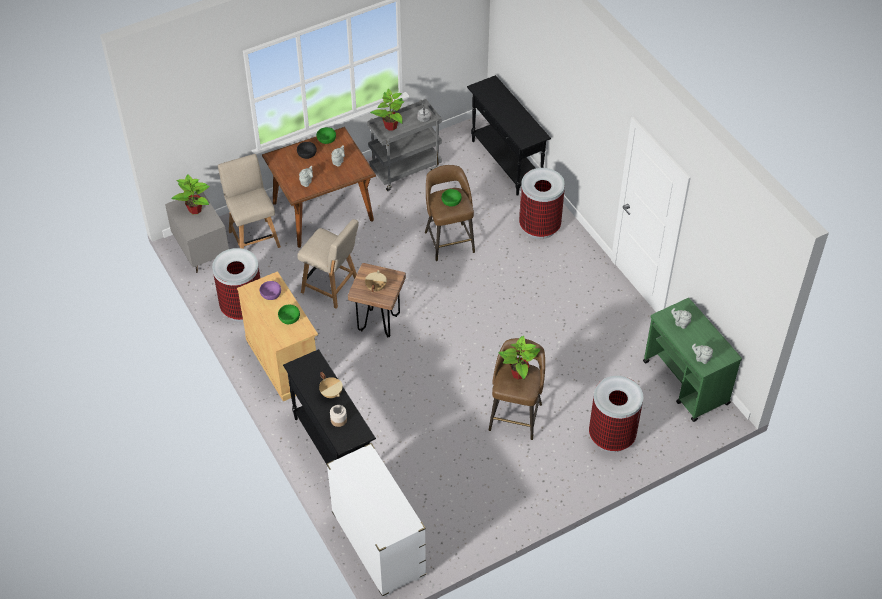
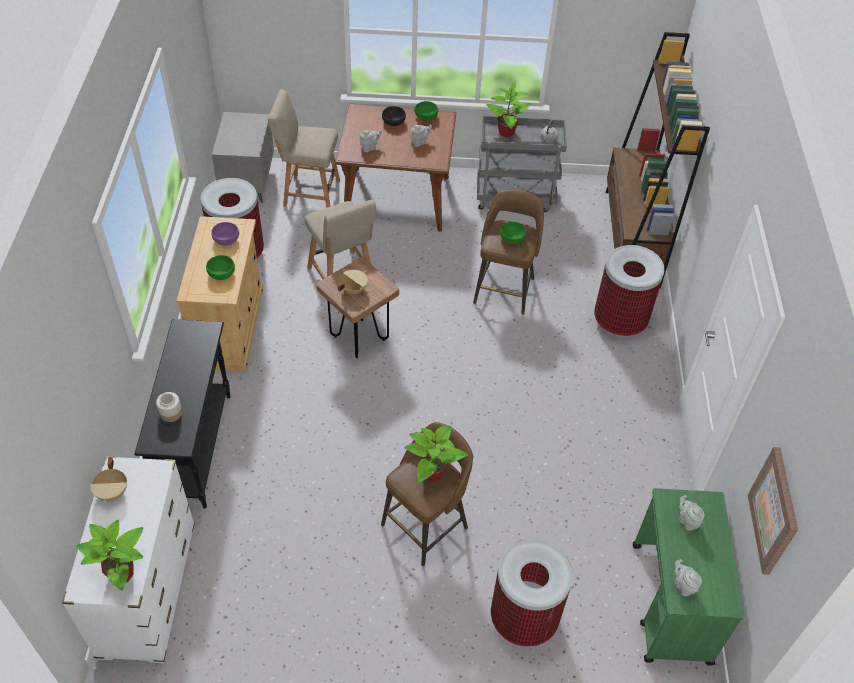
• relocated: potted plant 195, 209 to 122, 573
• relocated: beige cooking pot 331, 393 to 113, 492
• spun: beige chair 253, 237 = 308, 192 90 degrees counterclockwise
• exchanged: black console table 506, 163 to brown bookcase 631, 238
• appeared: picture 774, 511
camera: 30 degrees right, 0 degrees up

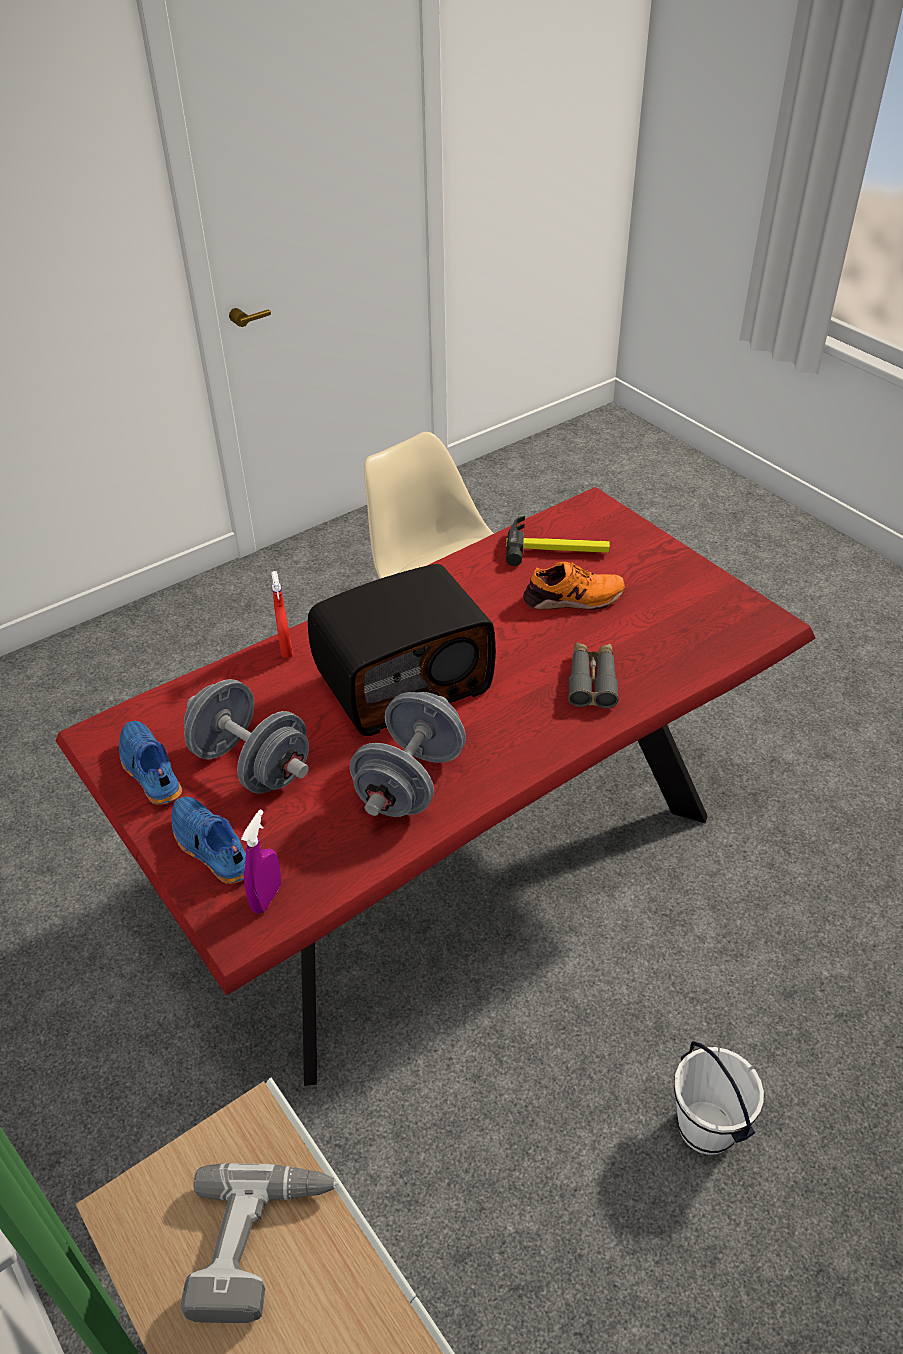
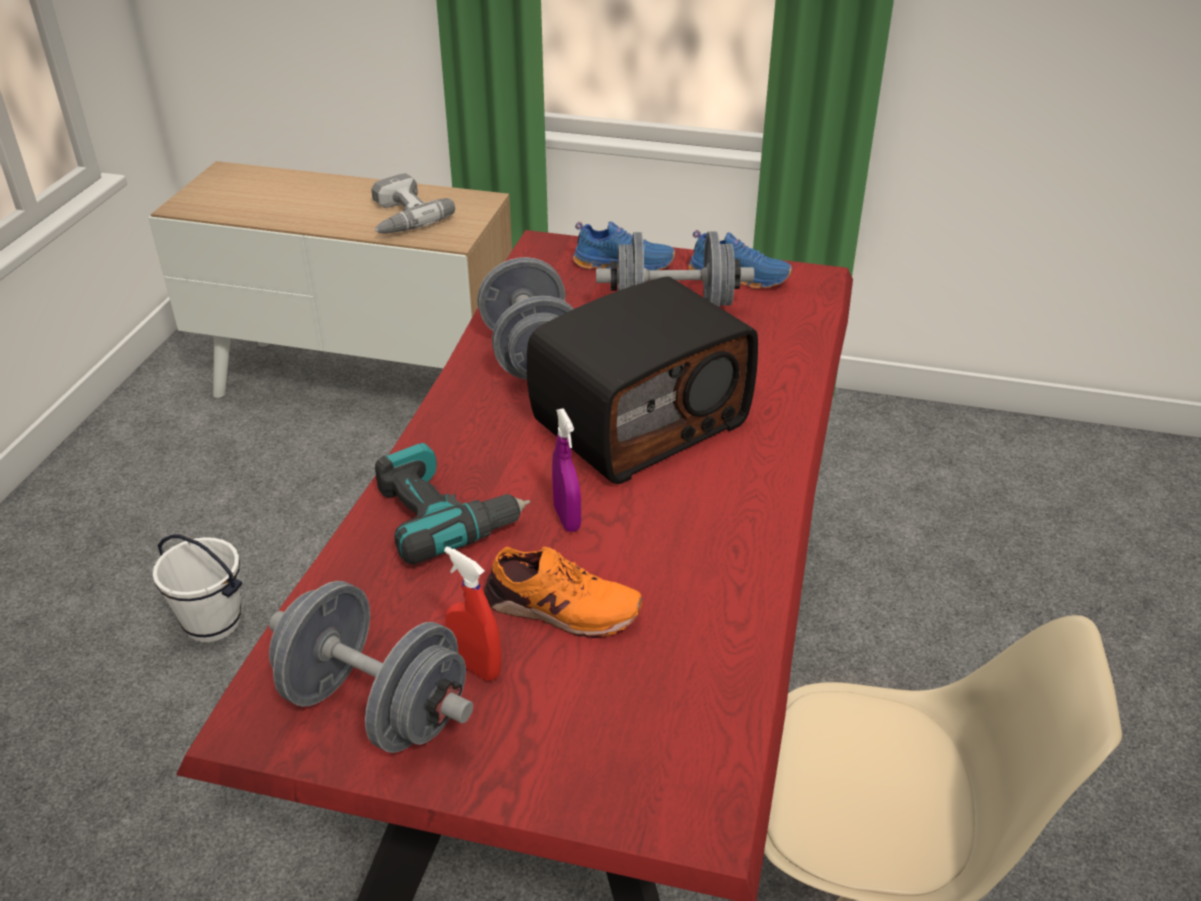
• appeared: grey dumbbell 375, 707
• exchanged: grey binoculars 592, 681 to power drill 444, 516
• relocated: red spray bottle 286, 648 to 475, 666
• spun: orange shoe 573, 599 = 561, 609 120 degrees counterclockwise
• spun: radio 403, 681 = 639, 422 150 degrees counterclockwise
• relocated: purple spray bottle 267, 897 to 567, 518
• missing: hammer 557, 548
camera: 140 degrees right, 5 degrees down

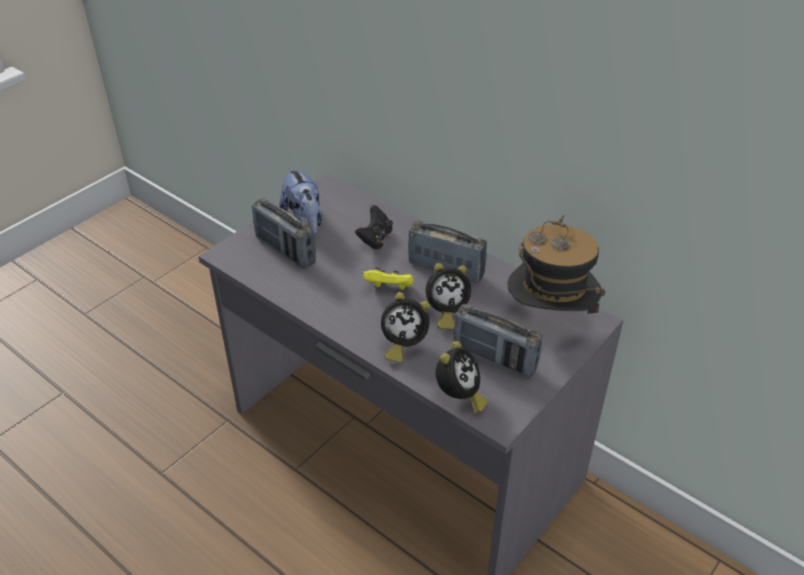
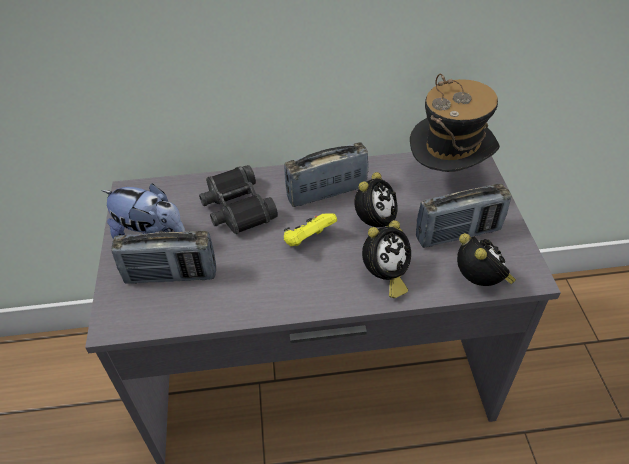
• exchanged: black game controller 375, 239 to black binoculars 237, 208
camera: 45 degrees left, 5 degrees up

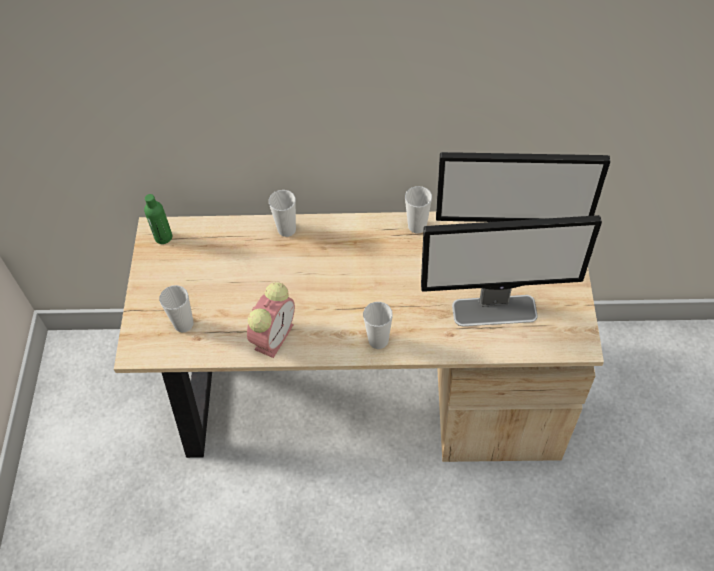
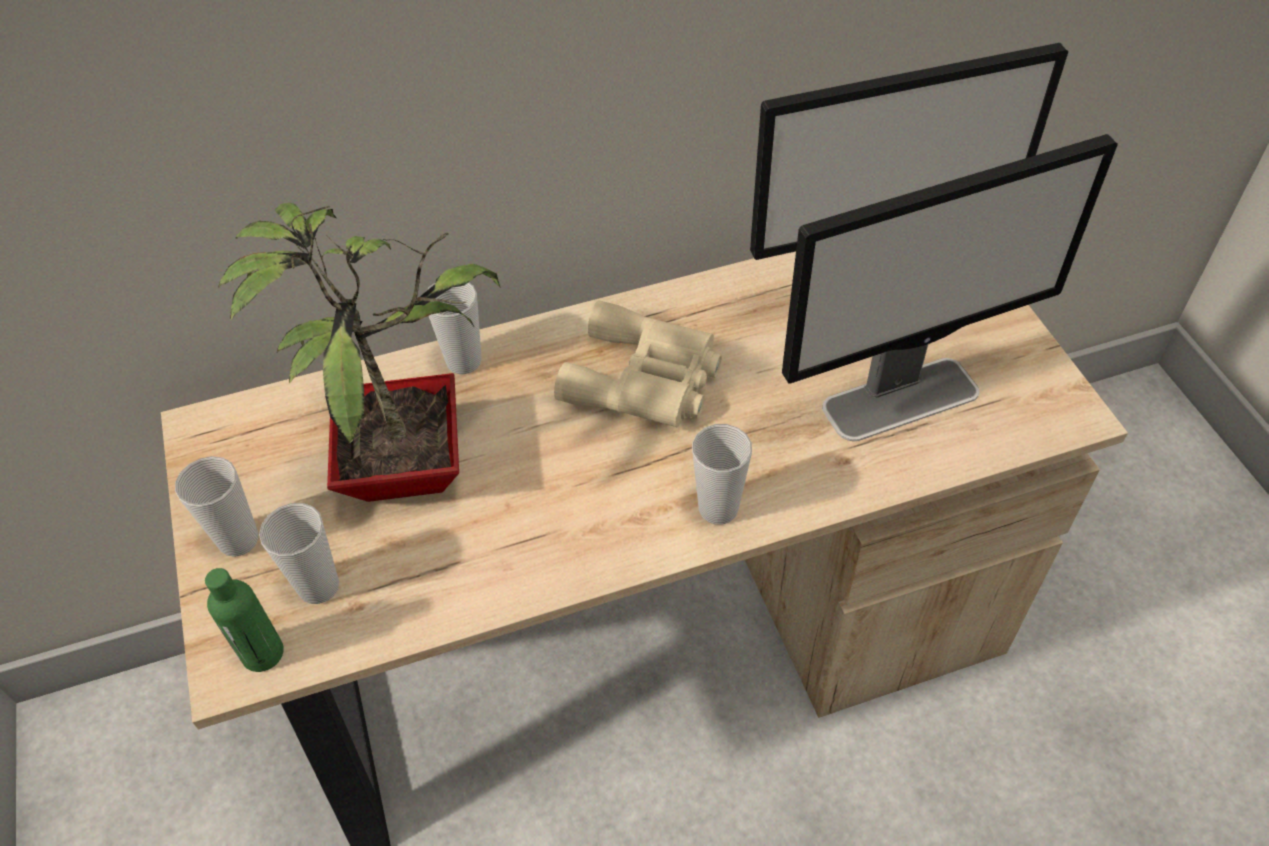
• relocated: cup 417, 226 to 238, 540
• relocated: green bottle 163, 237 to 262, 653
• appeared: potted plant 405, 463
• appeared: beige binoculars 646, 380
• missing: alarm clock 274, 335
camera: 20 degrees left, 5 degrees down

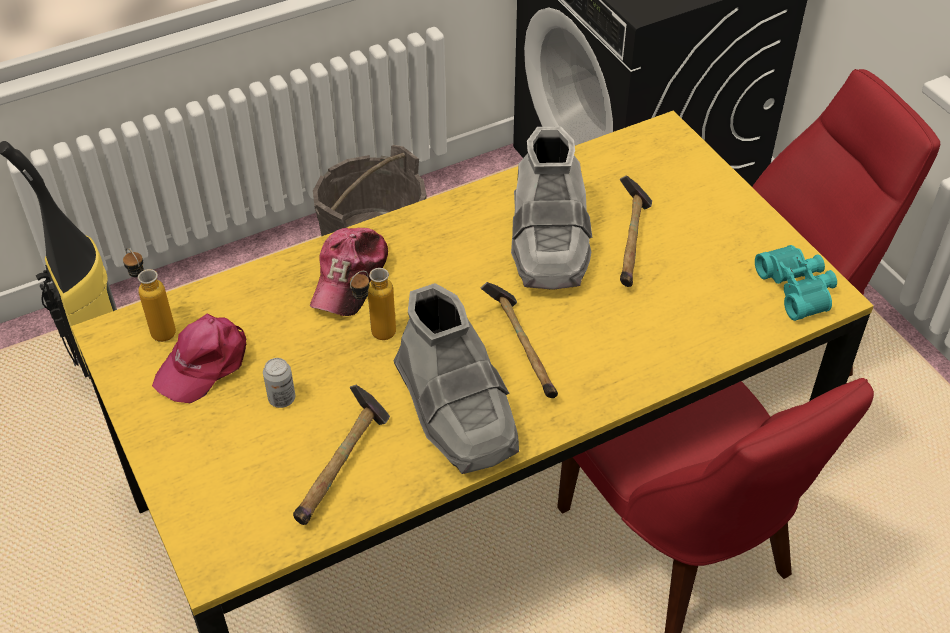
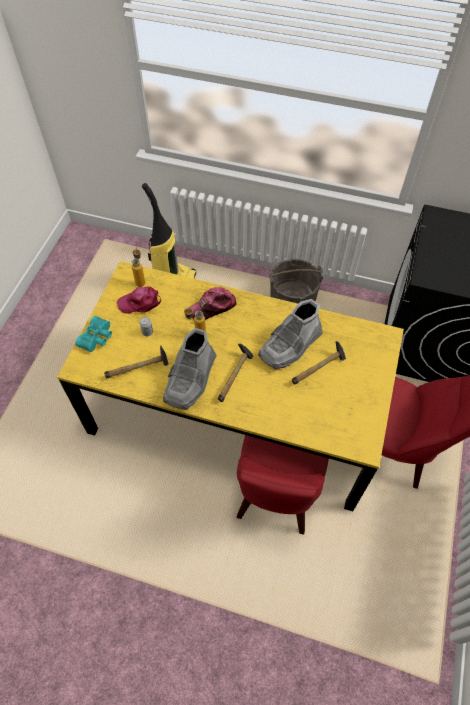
• relocated: turquoise binoculars 798, 289 to 97, 338
camera: 45 degrees right, 10 degrees up

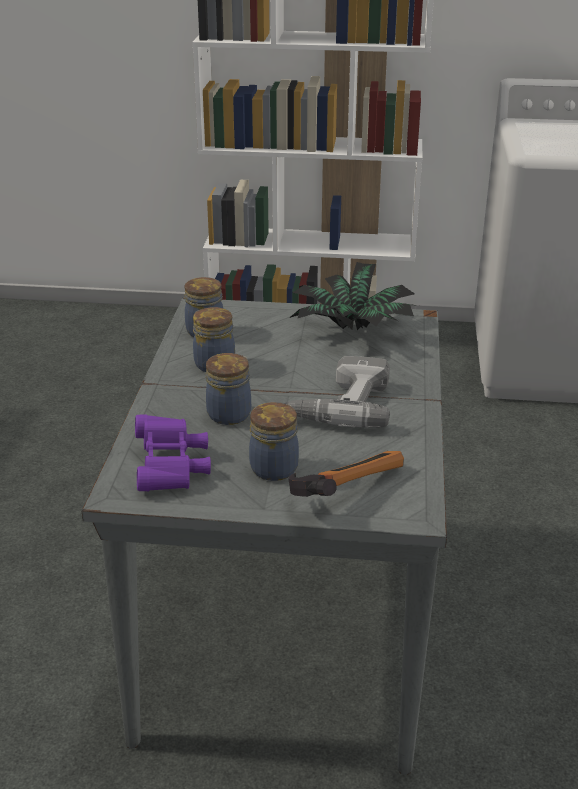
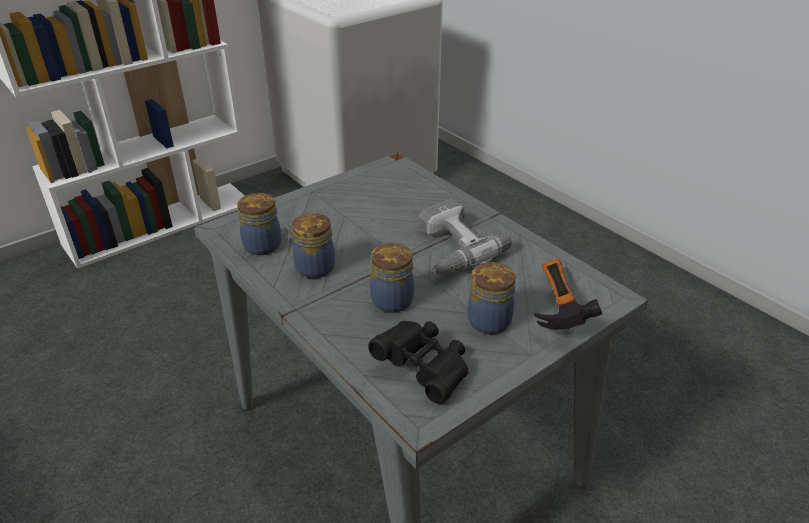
• colour: purple binoculars 171, 468 to black binoculars 424, 369
• missing: potted plant 354, 330
camera: 45 degrees left, 5 degrees up

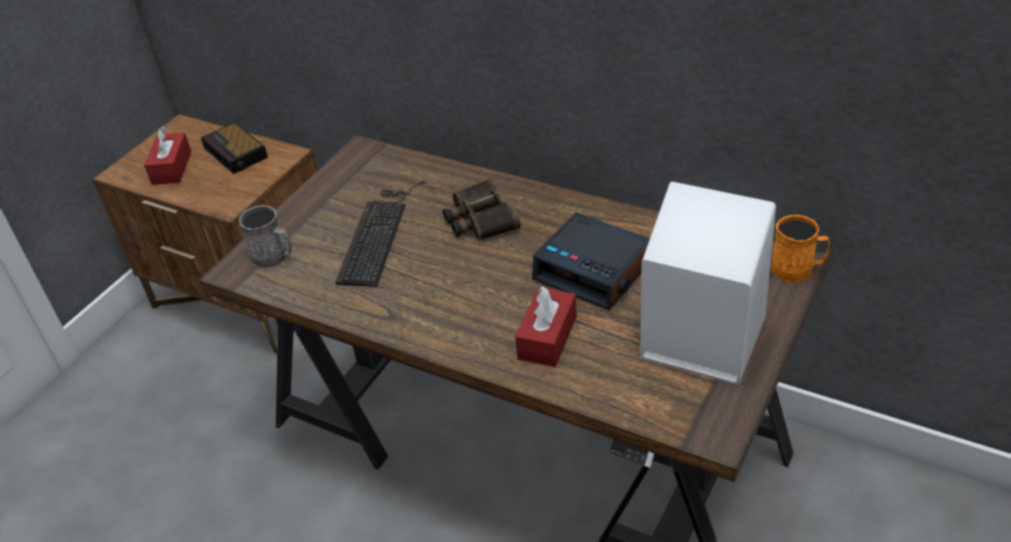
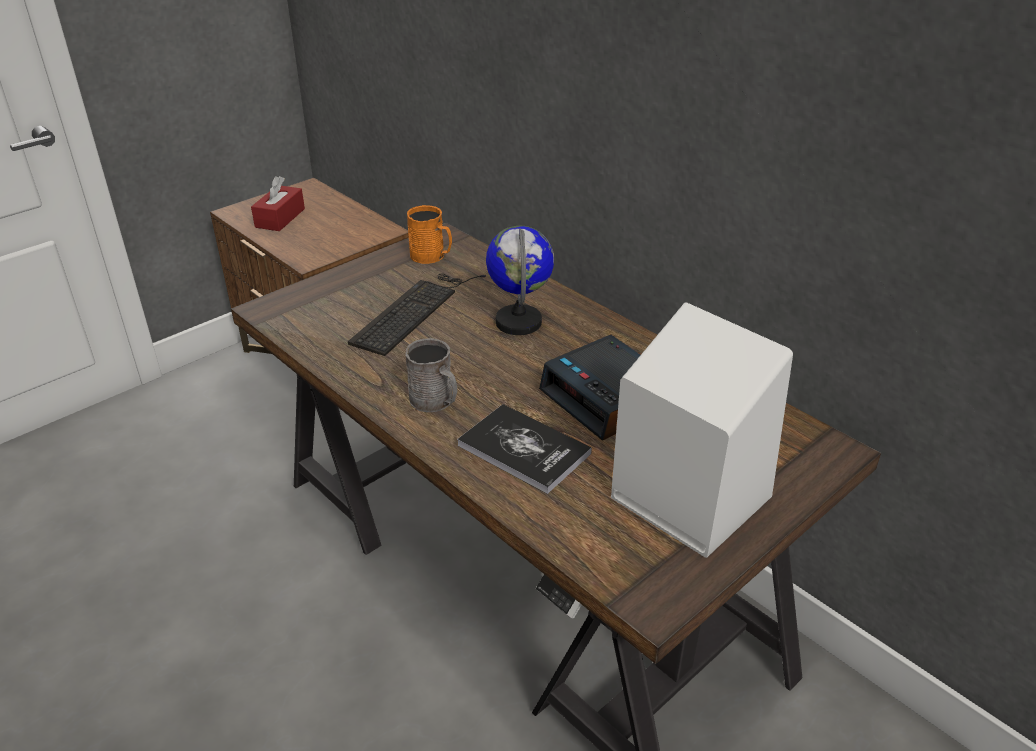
• relocated: grey mug 274, 257 to 435, 401
• relocated: orange mug 798, 269 to 431, 256
• exchanged: red tissue box 547, 337 to book 524, 449
• exchanged: binoculars 479, 219 to globe 519, 322
• missing: alarm clock 236, 153
camera: 15 degrees right, 5 degrees down

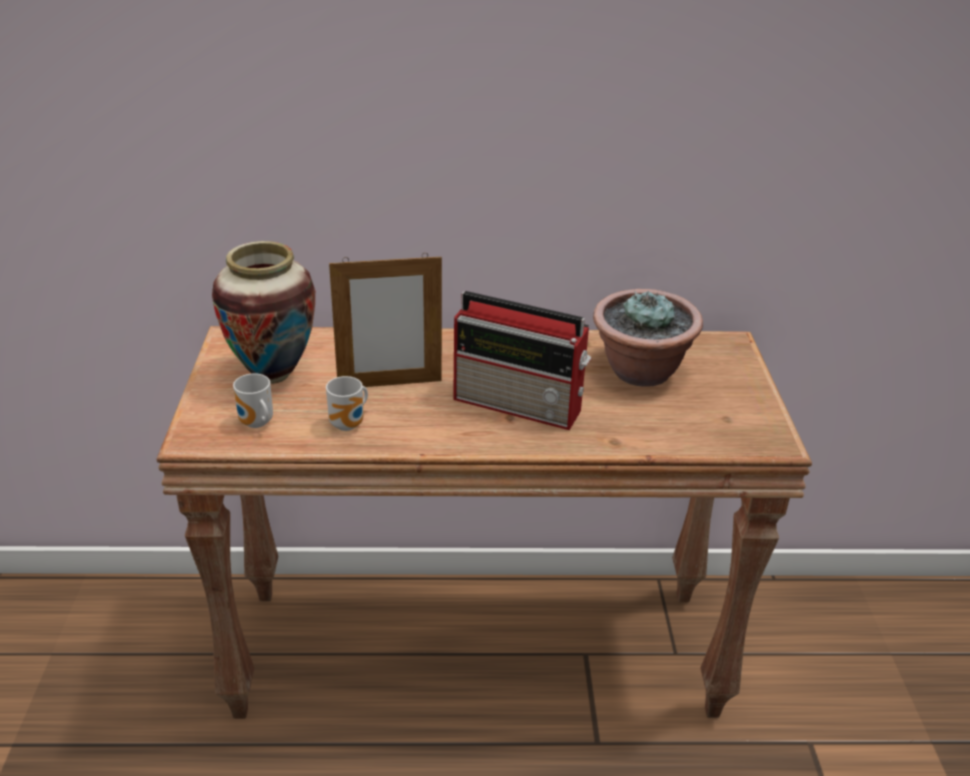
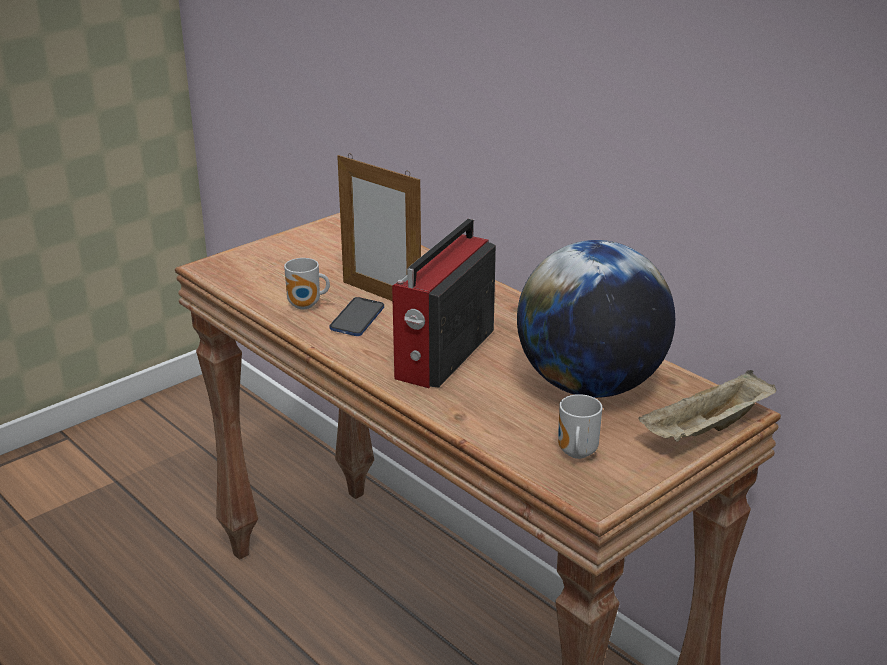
• appeared: phone 357, 318
• spun: radio 520, 405 = 443, 355 45 degrees clockwise
• exchanged: potted plant 640, 372 to globe 590, 386
• relocated: mug 256, 424 to 575, 454
• appeared: beige tray 706, 430
• missing: vase 273, 375
camera: 50 degrees right, 5 degrees down

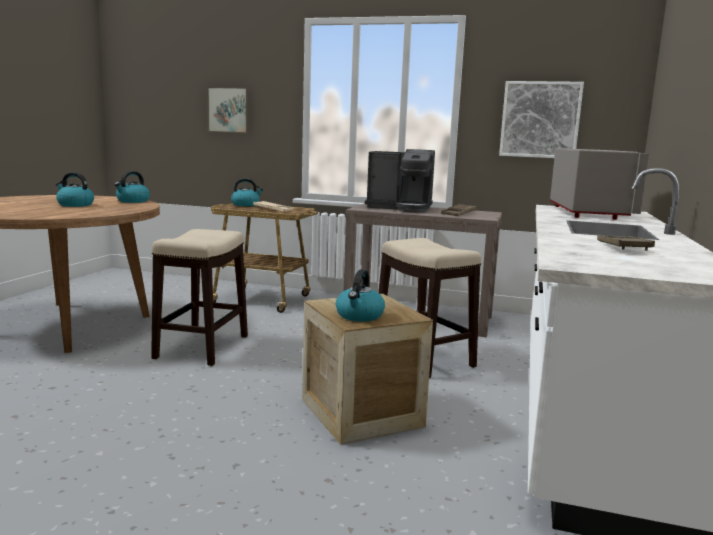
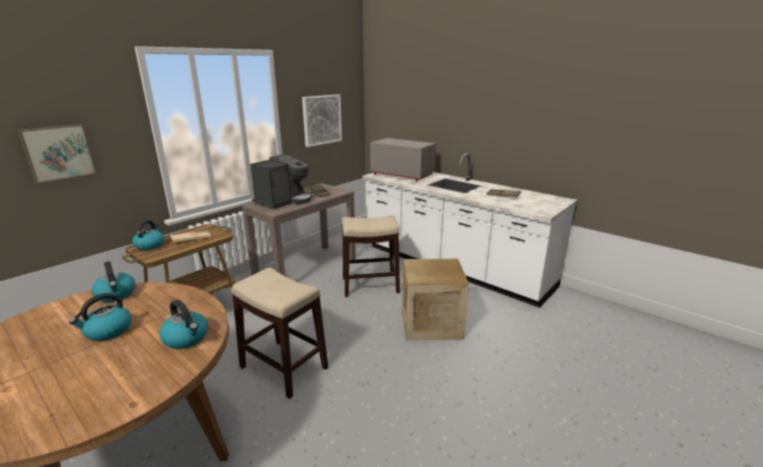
• relocated: kettle 359, 316 to 186, 338
camera: 65 degrees left, 10 degrees up

